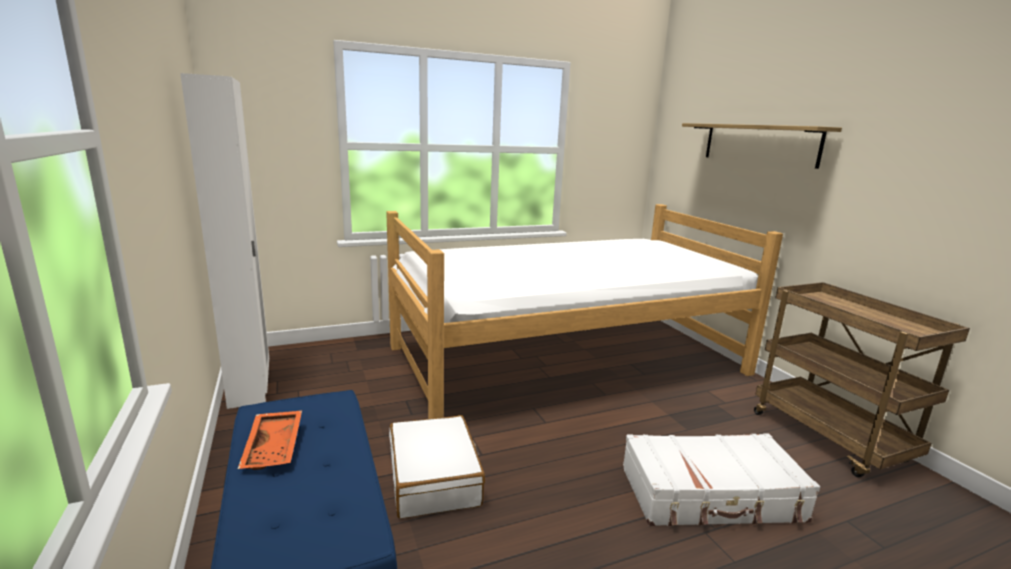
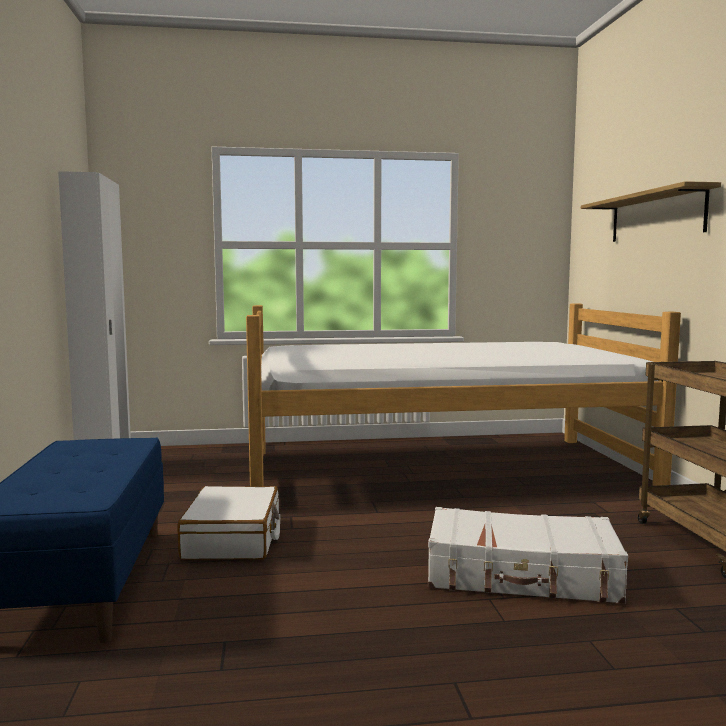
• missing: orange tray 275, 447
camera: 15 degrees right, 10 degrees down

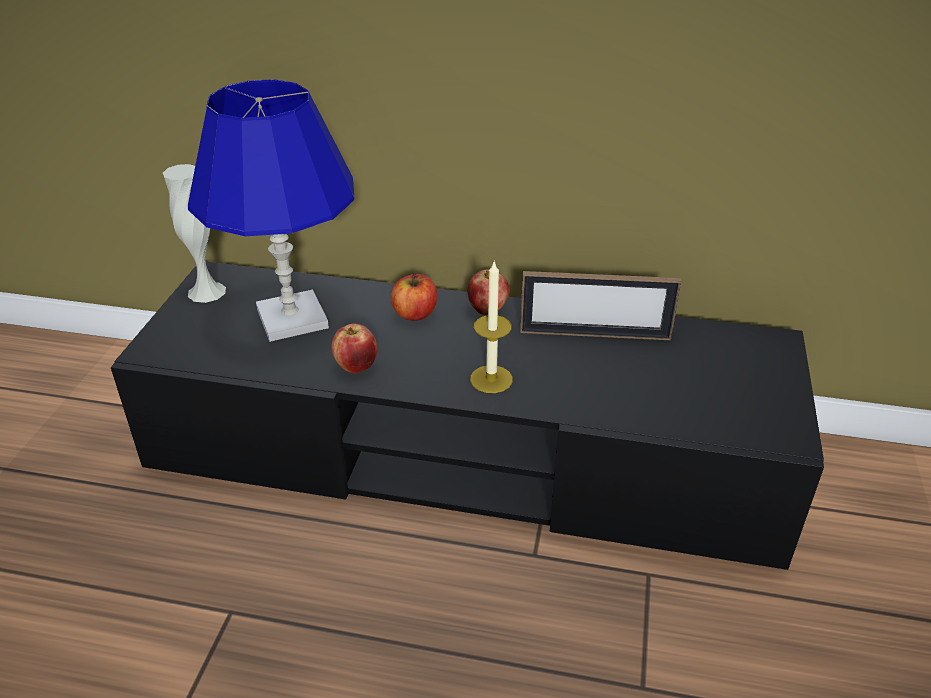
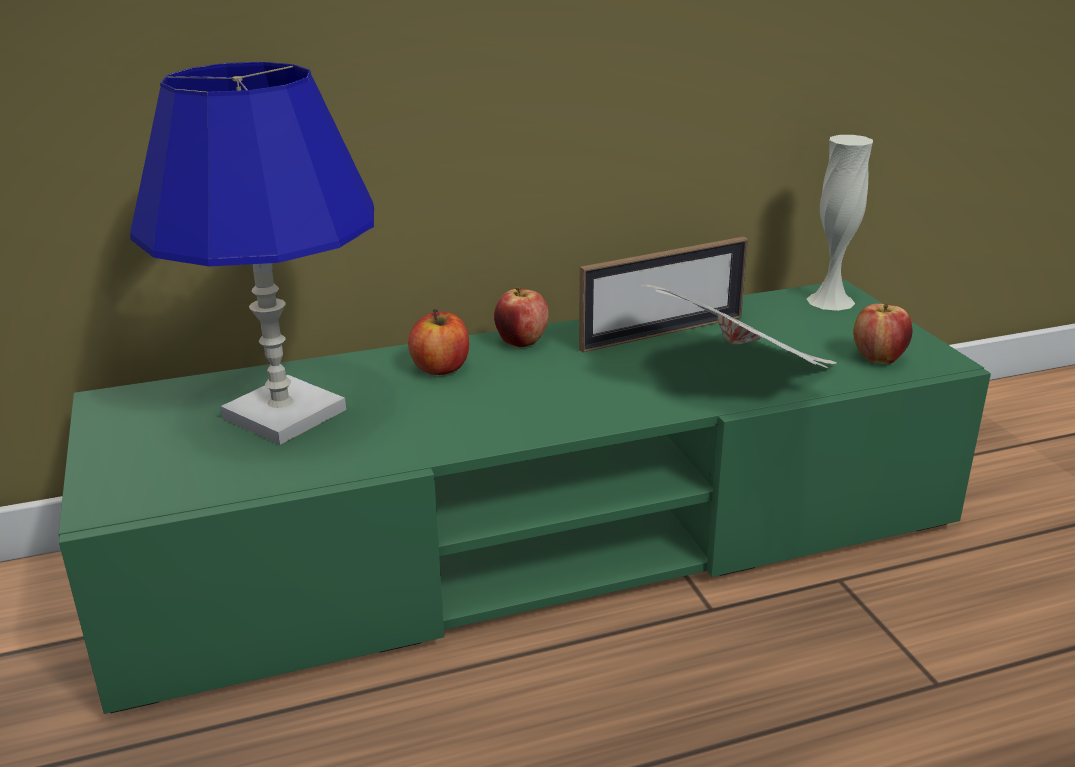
• colour: black tv stand 465, 454 to green tv stand 539, 541
• appeared: newspaper 740, 376
• relocated: white vase 206, 292 to 830, 301
• relocated: apple 356, 366 to 878, 358
• missing: candle 491, 379
camera: 30 degrees left, 10 degrees down

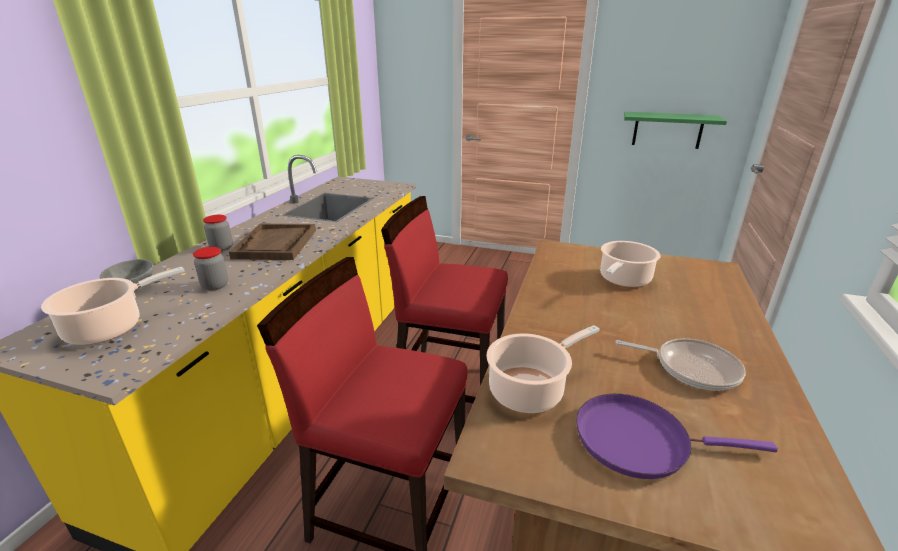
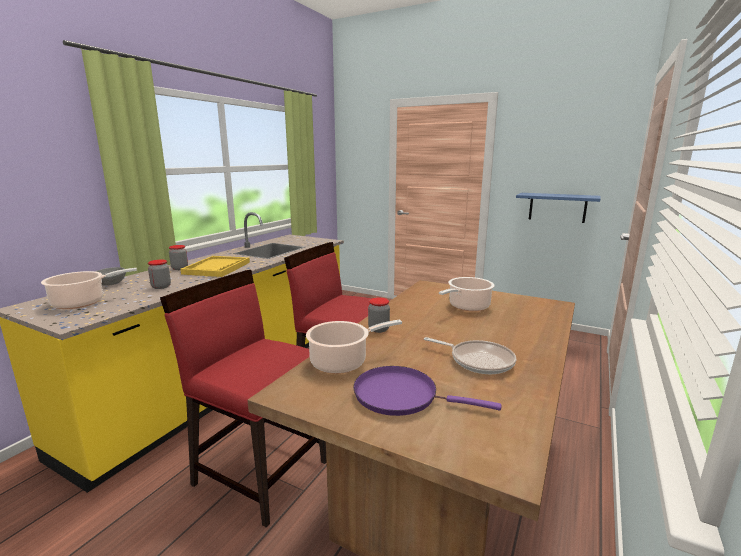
• colour: brown tray 276, 244 to yellow tray 217, 268
• appeared: jar 378, 329
• colour: green shelf 667, 130 to blue shelf 557, 207
camera: 10 degrees right, 10 degrees down

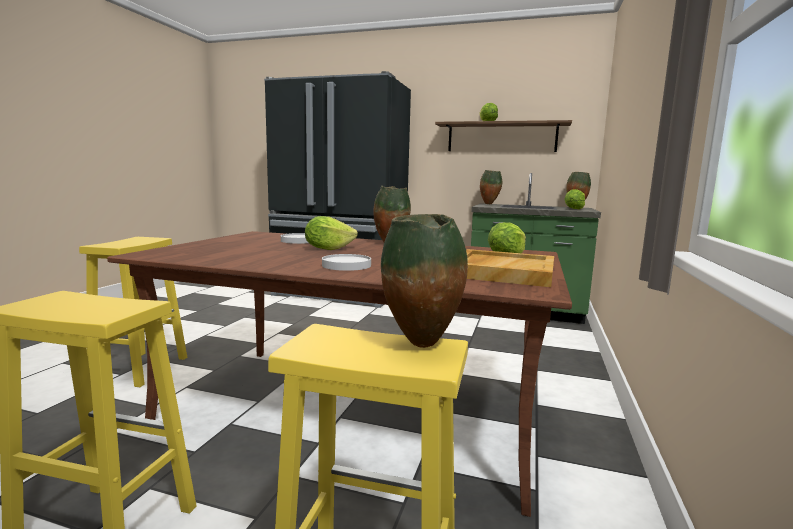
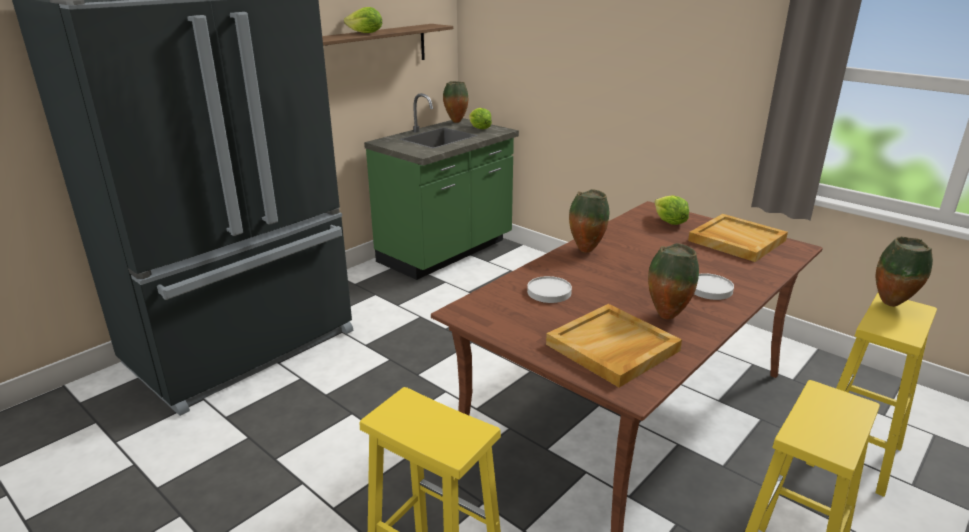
• appeared: beige tray 612, 348
• relocated: vase 489, 204 to 666, 315
• missing: lettuce 328, 249
camera: 65 degrees left, 15 degrees up

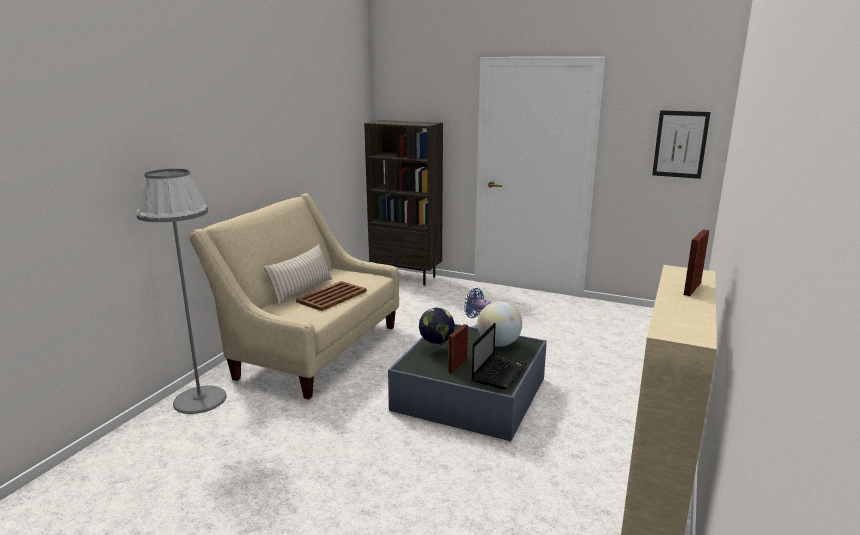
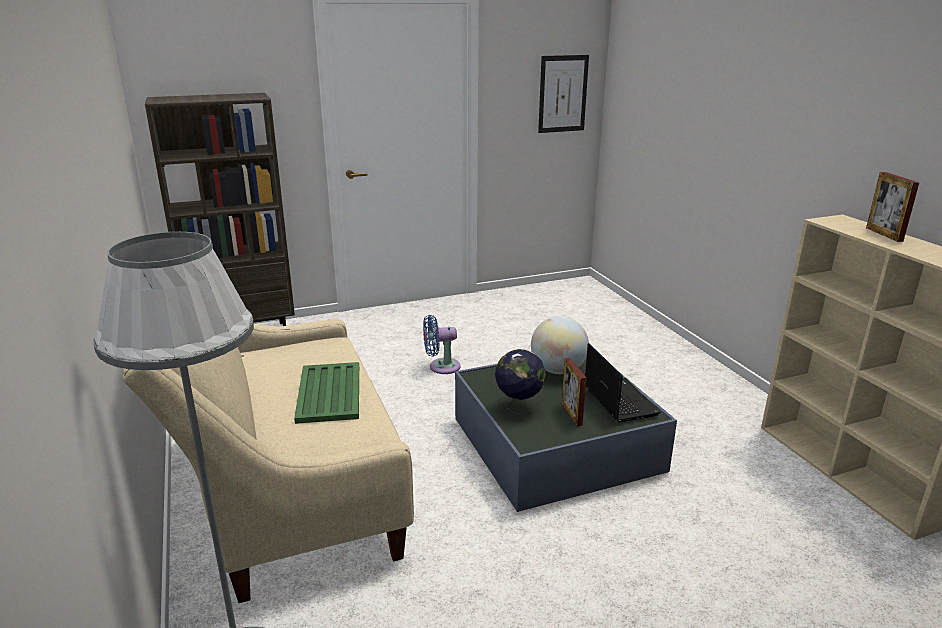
• colour: brown tray 331, 297 to green tray 329, 393
• missing: beige pillow 301, 290
camera: 45 degrees left, 5 degrees up

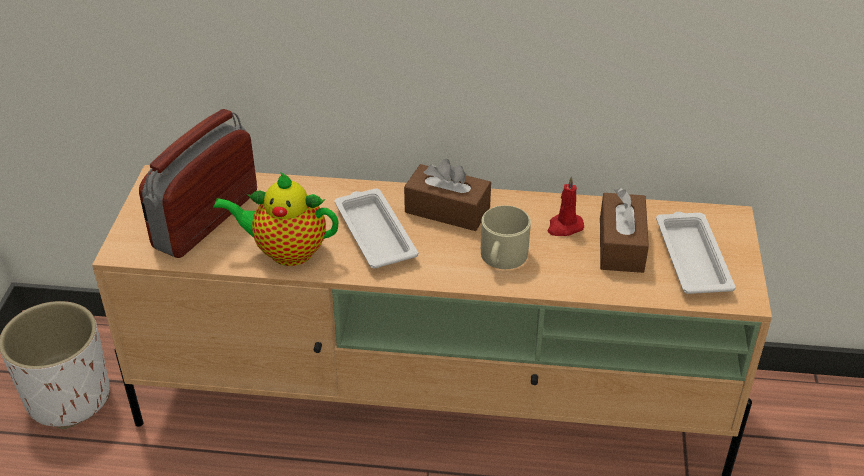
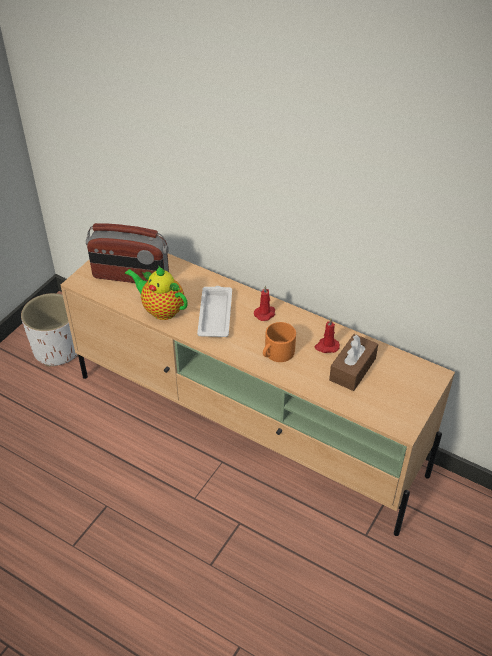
• spun: radio 205, 219 = 130, 276 135 degrees counterclockwise
• exchanged: brown tissue box 447, 210 to red candle 265, 313
• colour: beige mug 502, 257 to orange mug 277, 353
• missing: white tray 691, 257
camera: 25 degrees right, 5 degrees up

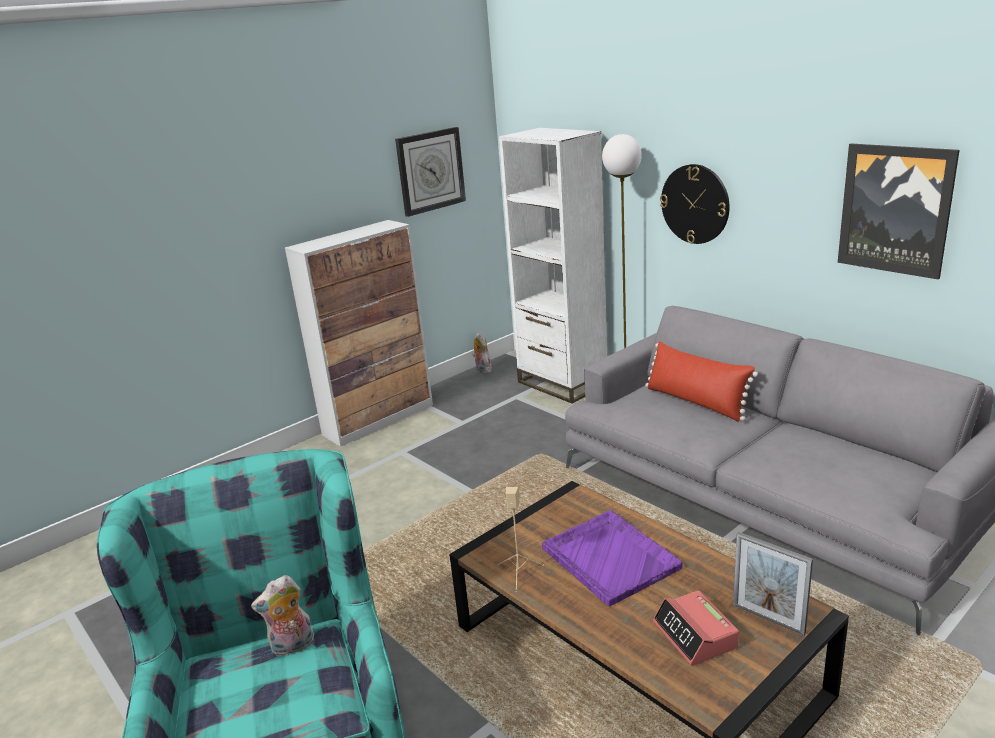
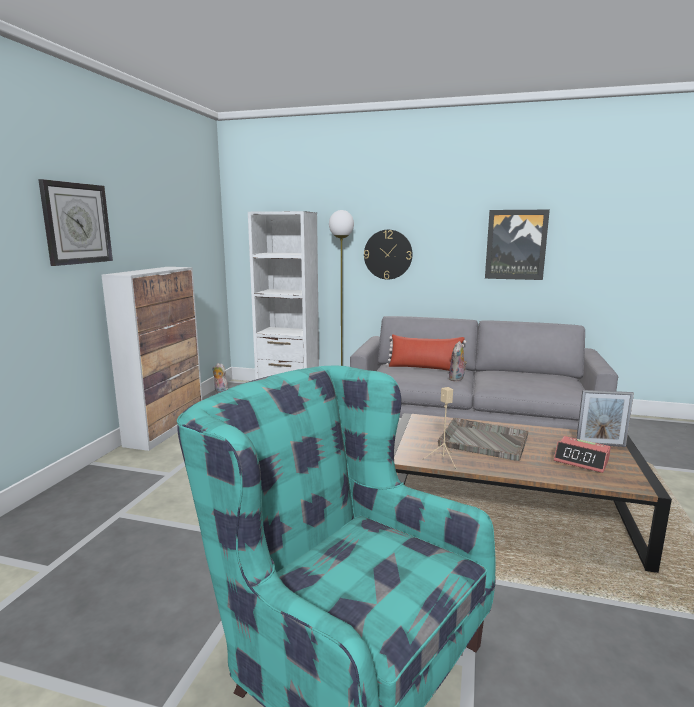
• relocated: wall clock 430, 171 to 76, 223
• colour: purple tray 609, 557 to grey tray 482, 440
• relocated: plush toy 292, 647 to 457, 379
camera: 35 degrees left, 10 degrees down

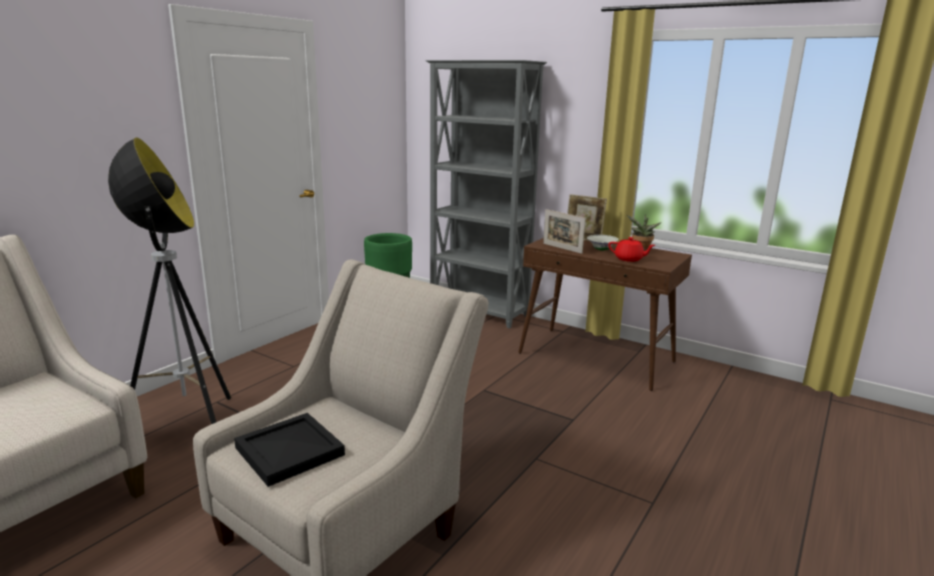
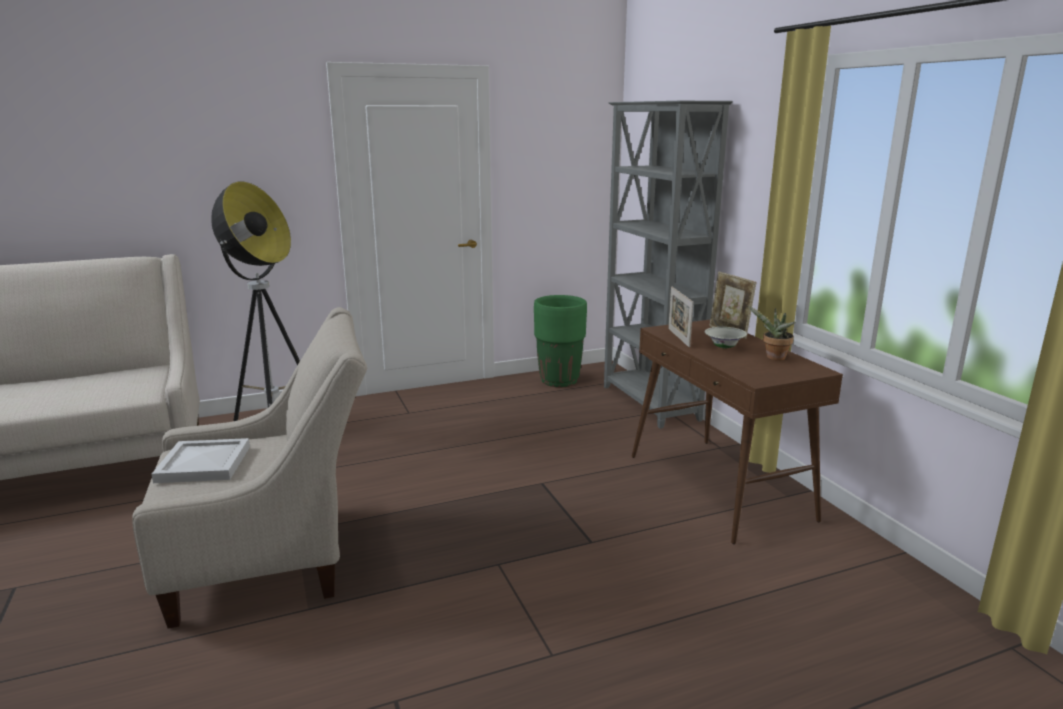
• colour: black tray 289, 452 to white tray 202, 464
• missing: red teapot 629, 259
camera: 35 degrees right, 0 degrees up

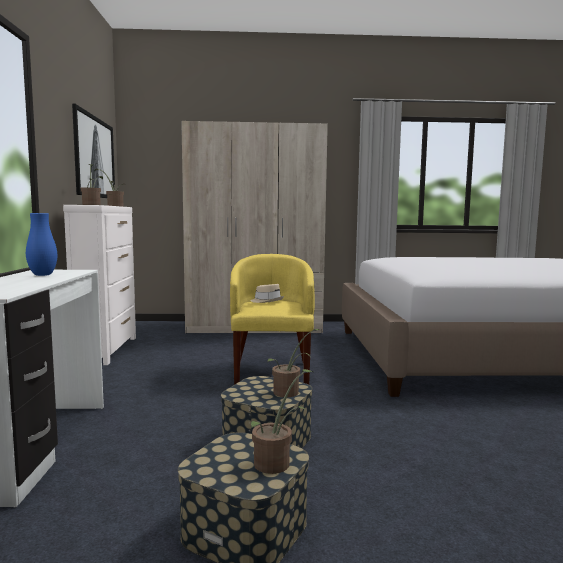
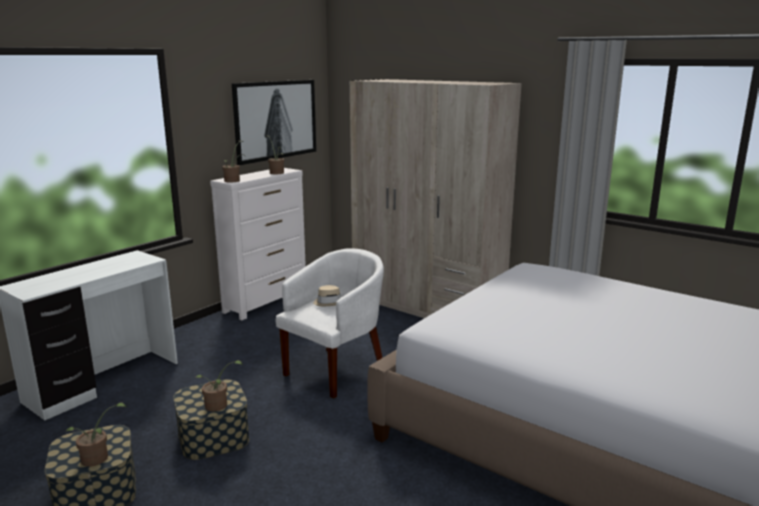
• colour: yellow armchair 271, 372 to white armchair 336, 370
• missing: blue vase 42, 275
camera: 40 degrees right, 10 degrees up

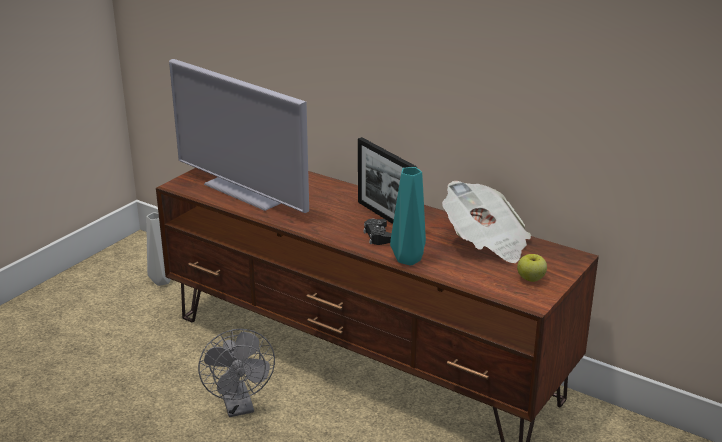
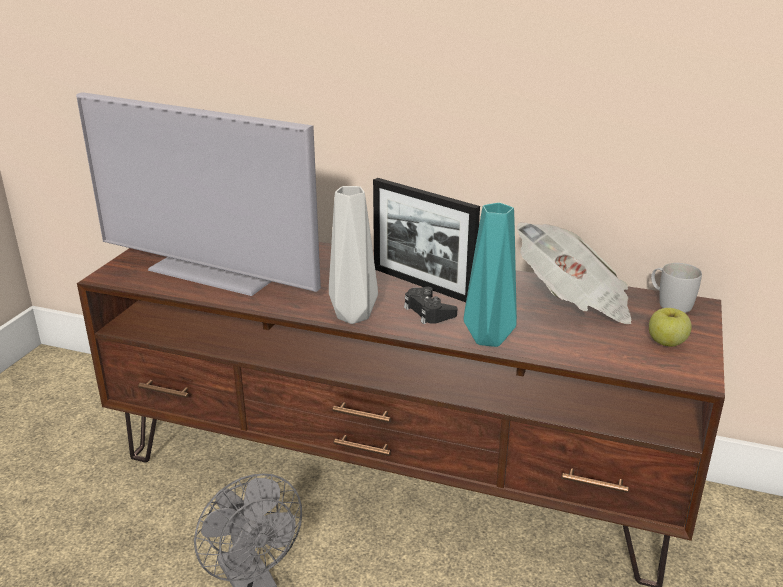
• relocated: grey vase 163, 281 to 355, 316
• appeared: white mug 669, 303
camera: 15 degrees left, 0 degrees up

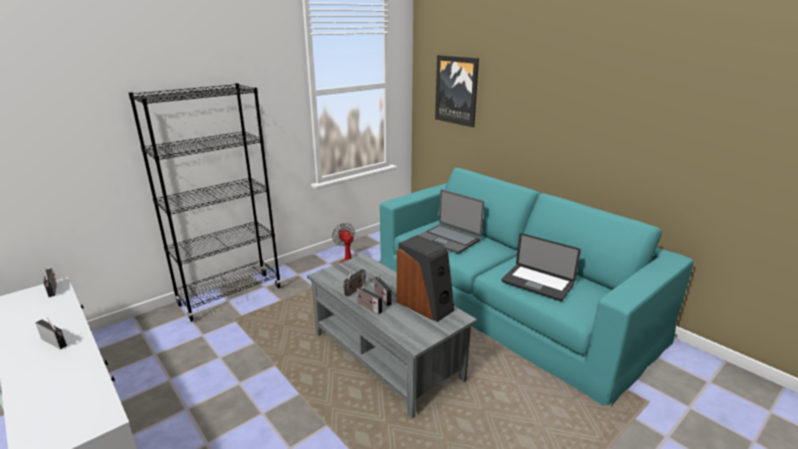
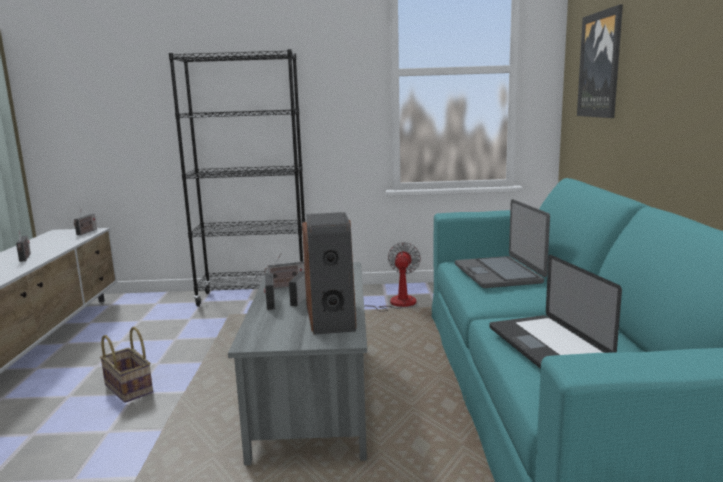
• appeared: basket 130, 388
camera: 40 degrees right, 10 degrees down

